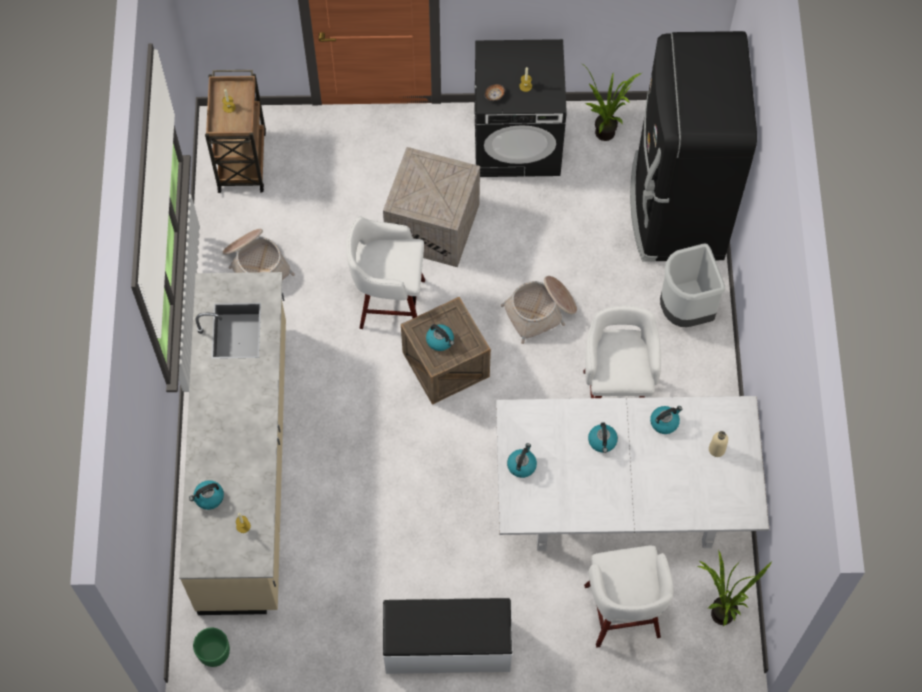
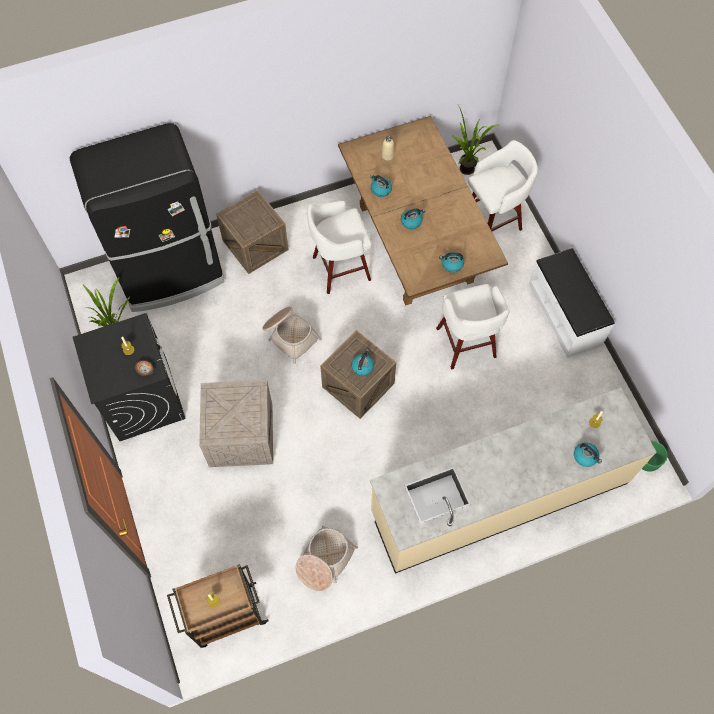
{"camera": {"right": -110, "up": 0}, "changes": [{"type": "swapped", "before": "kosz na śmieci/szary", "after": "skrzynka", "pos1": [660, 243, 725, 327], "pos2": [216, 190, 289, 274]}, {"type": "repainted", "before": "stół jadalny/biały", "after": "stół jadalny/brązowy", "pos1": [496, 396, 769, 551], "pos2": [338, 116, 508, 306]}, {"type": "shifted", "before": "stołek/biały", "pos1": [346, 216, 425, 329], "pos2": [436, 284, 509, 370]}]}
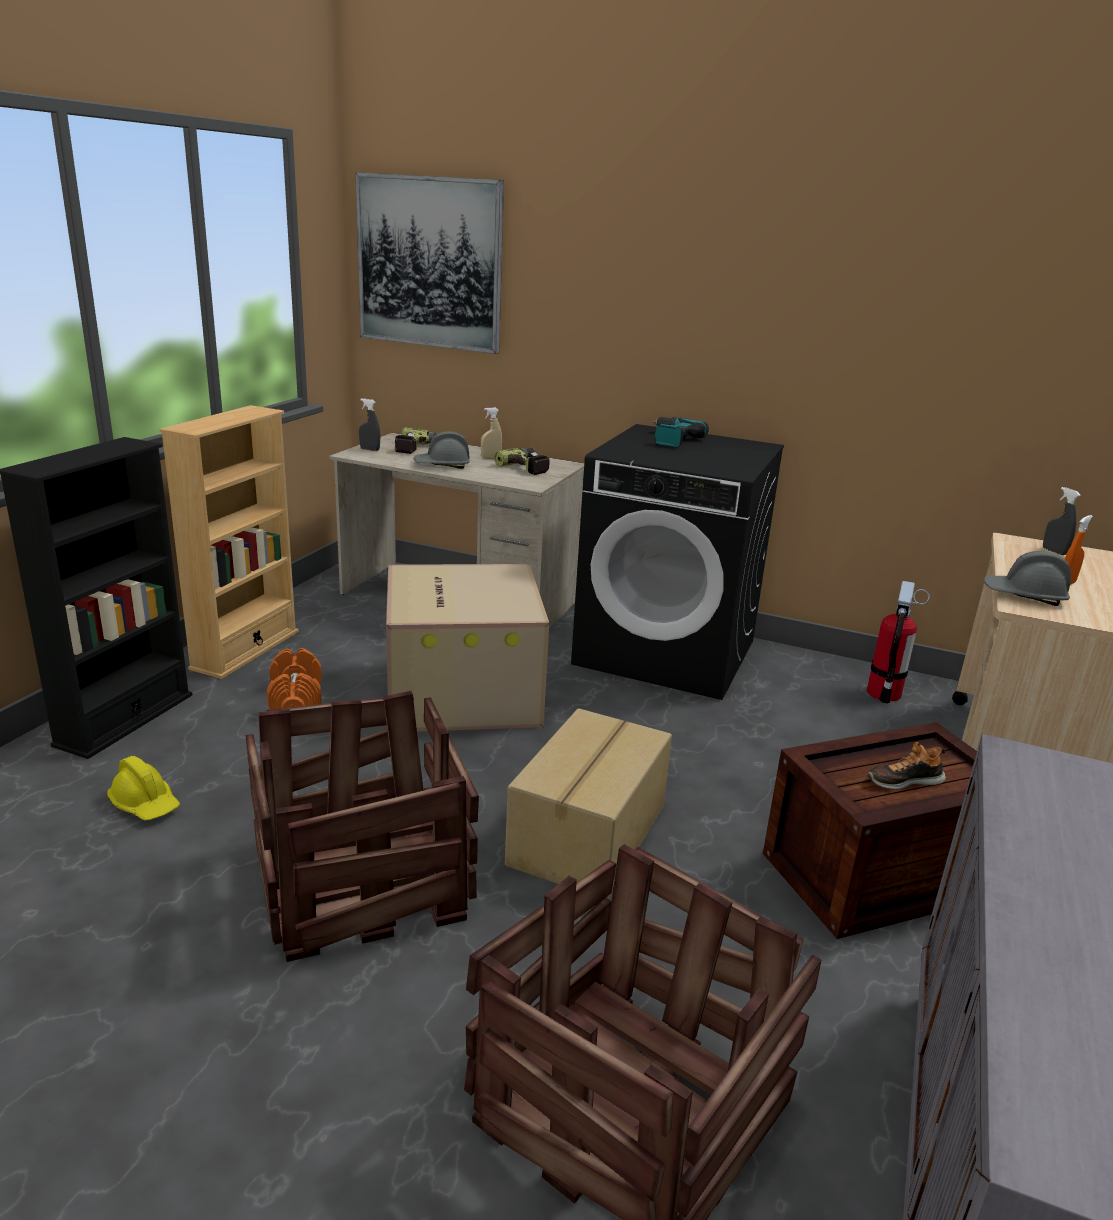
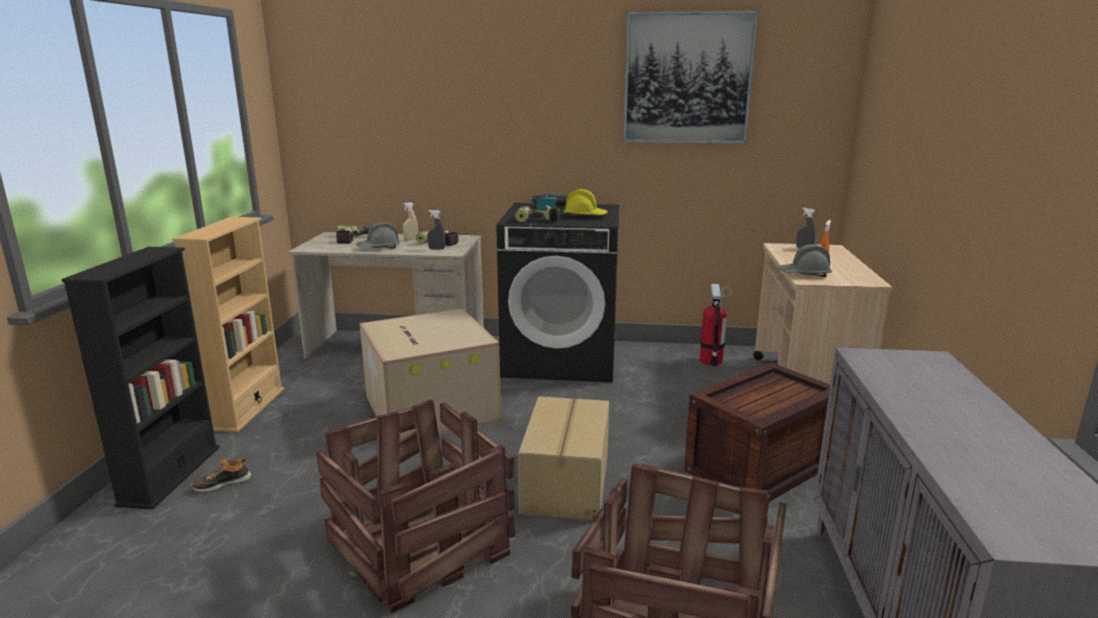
{"camera": {"right": -15, "up": -5}, "changes": [{"type": "shifted", "before": "but", "pos1": [867, 742, 946, 790], "pos2": [191, 458, 251, 492]}, {"type": "shifted", "before": "spryskiwacz/szary", "pos1": [359, 398, 380, 451], "pos2": [427, 210, 445, 249]}, {"type": "new", "after": "wiertarka", "pos2": [515, 205, 560, 222]}, {"type": "shifted", "before": "kask/żółty", "pos1": [107, 756, 180, 820], "pos2": [564, 189, 608, 217]}, {"type": "shifted", "before": "obraz", "pos1": [355, 172, 504, 354], "pos2": [623, 10, 759, 144]}, {"type": "gone", "before": "hantel/pomarańczowy", "pos1": [267, 648, 322, 709]}]}
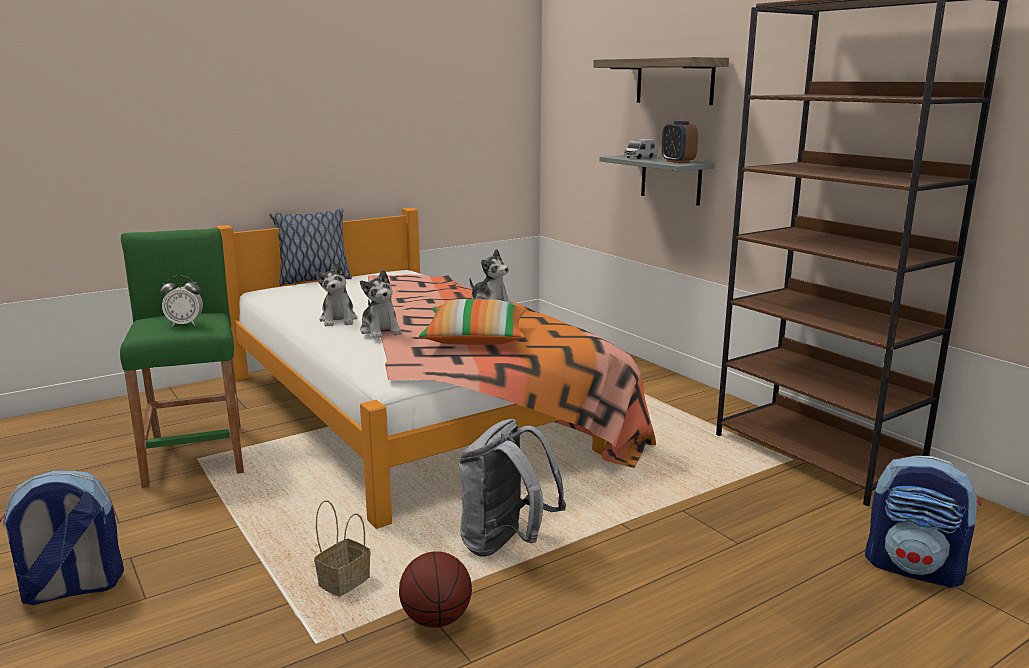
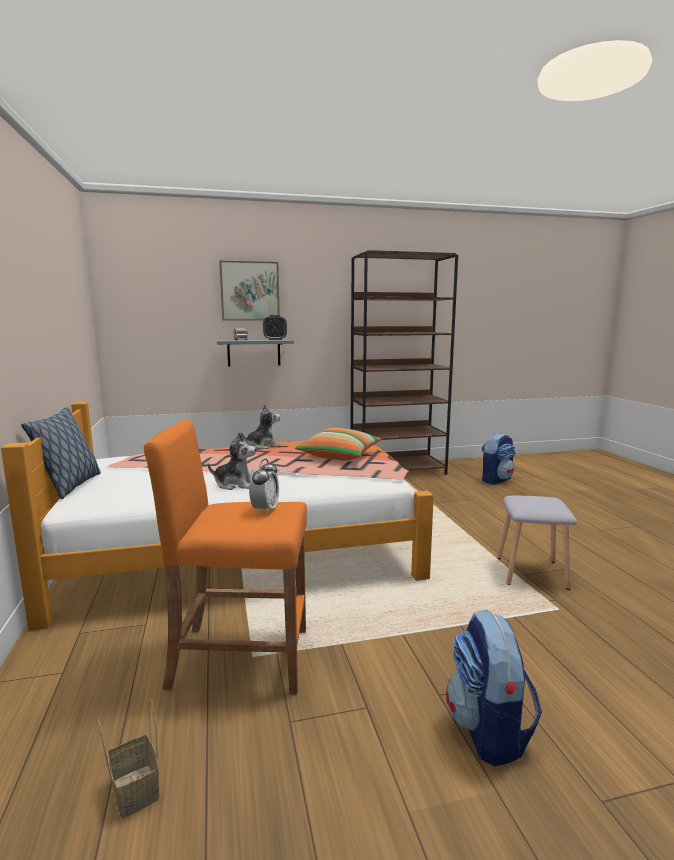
{"camera": {"right": -70, "up": -5}, "changes": [{"type": "shifted", "before": "koszyk", "pos1": [314, 500, 371, 597], "pos2": [98, 699, 160, 818]}, {"type": "repainted", "before": "stołek/zielony", "after": "stołek/pomarańczowy", "pos1": [120, 228, 244, 488], "pos2": [144, 419, 307, 694]}, {"type": "swapped", "before": "półka", "after": "obraz", "pos1": [593, 57, 729, 105], "pos2": [219, 261, 280, 321]}, {"type": "swapped", "before": "piłka do koszykówki", "after": "stołek/szary", "pos1": [399, 551, 472, 628], "pos2": [497, 496, 577, 590]}, {"type": "gone", "before": "pluszak", "pos1": [360, 270, 402, 339]}, {"type": "gone", "before": "plecak/szary", "pos1": [459, 419, 566, 557]}]}
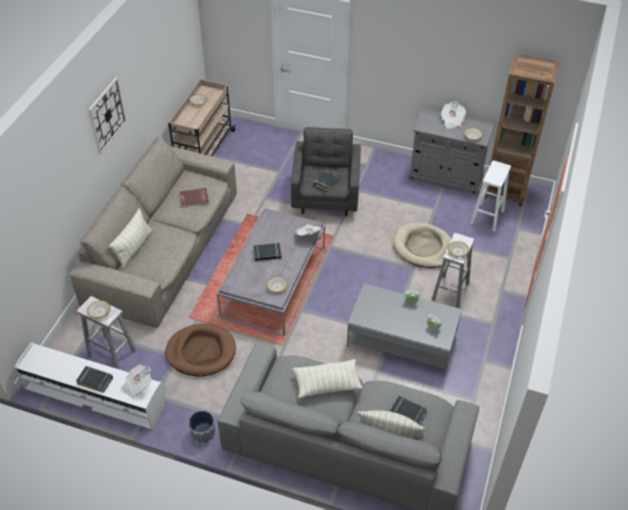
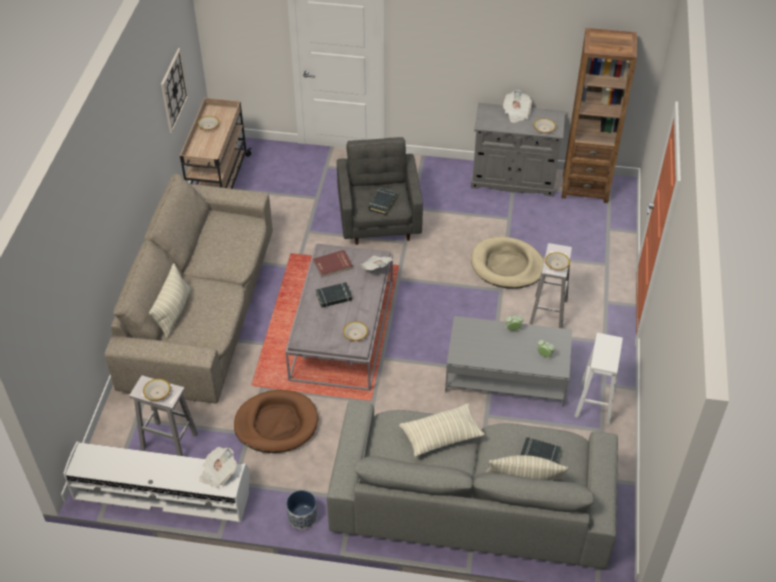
{"camera": {"right": -10, "up": 0}, "changes": [{"type": "shifted", "before": "zegar ścienny", "pos1": [88, 77, 127, 154], "pos2": [161, 48, 189, 133]}, {"type": "shifted", "before": "książka/czerwony", "pos1": [180, 188, 209, 207], "pos2": [313, 250, 353, 278]}, {"type": "shifted", "before": "stołek/biały", "pos1": [470, 160, 511, 232], "pos2": [575, 333, 623, 424]}, {"type": "gone", "before": "książka/czarny", "pos1": [76, 366, 113, 393]}]}
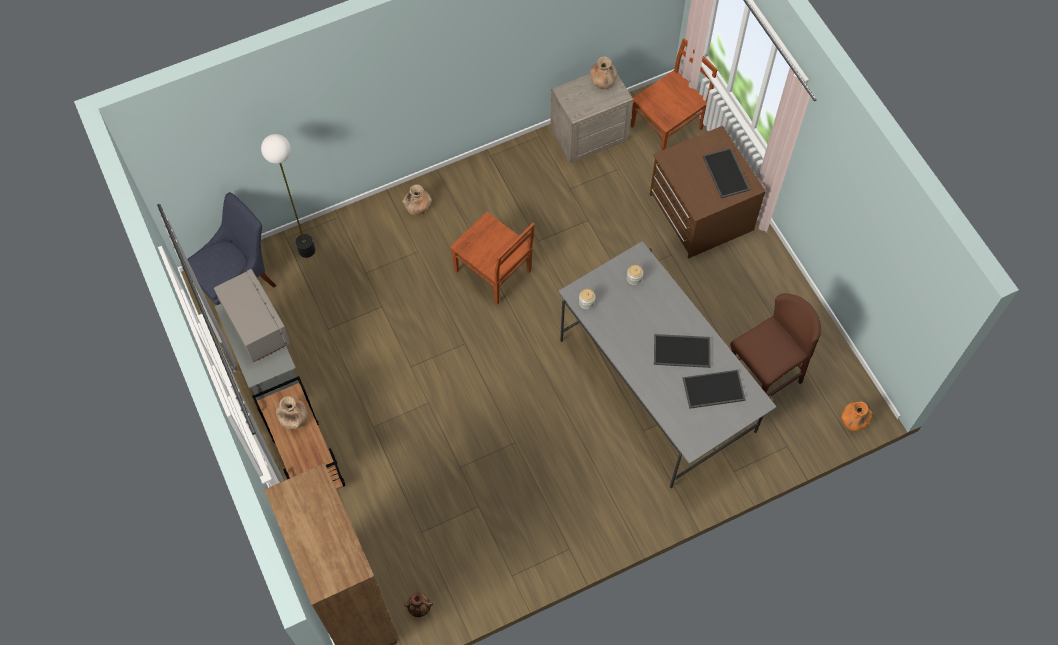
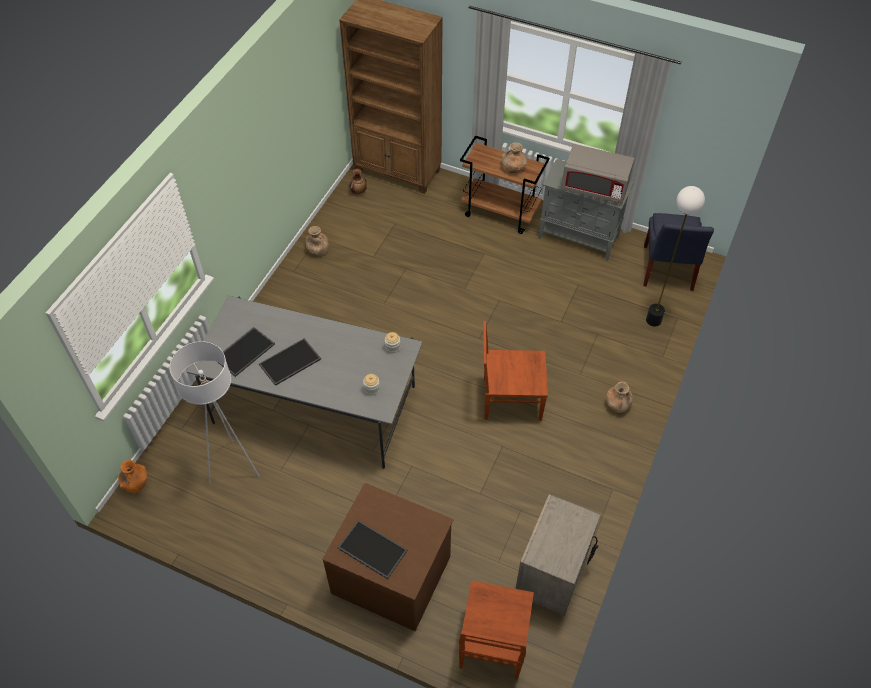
{"camera": {"right": 140, "up": -10}, "changes": [{"type": "swapped", "before": "stołek/brązowy", "after": "lampa stojąca/biały", "pos1": [730, 293, 821, 396], "pos2": [170, 341, 259, 483]}, {"type": "shifted", "before": "wazon/brązowy", "pos1": [590, 57, 617, 89], "pos2": [305, 226, 329, 256]}]}
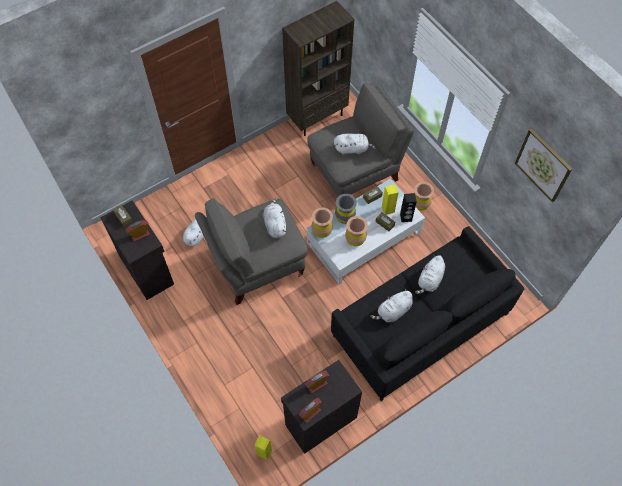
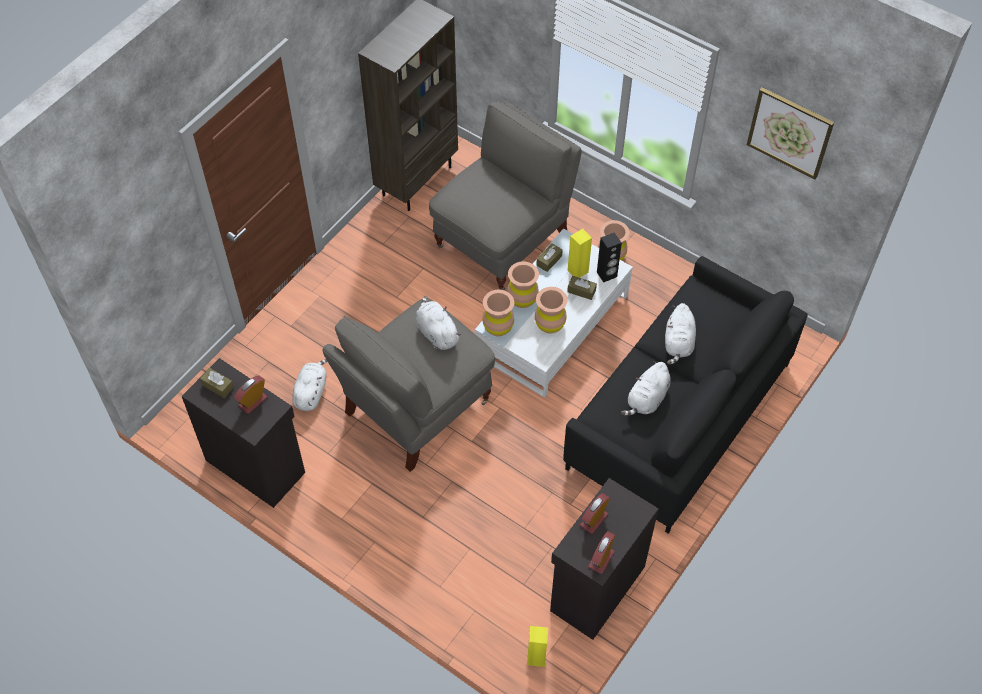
{"camera": {"right": -20, "up": -5}, "changes": [{"type": "repainted", "before": "wazon/szary", "after": "wazon/brązowy", "pos1": [335, 194, 357, 224], "pos2": [507, 262, 539, 308]}, {"type": "gone", "before": "pluszak/biały", "pos1": [334, 133, 376, 155]}]}
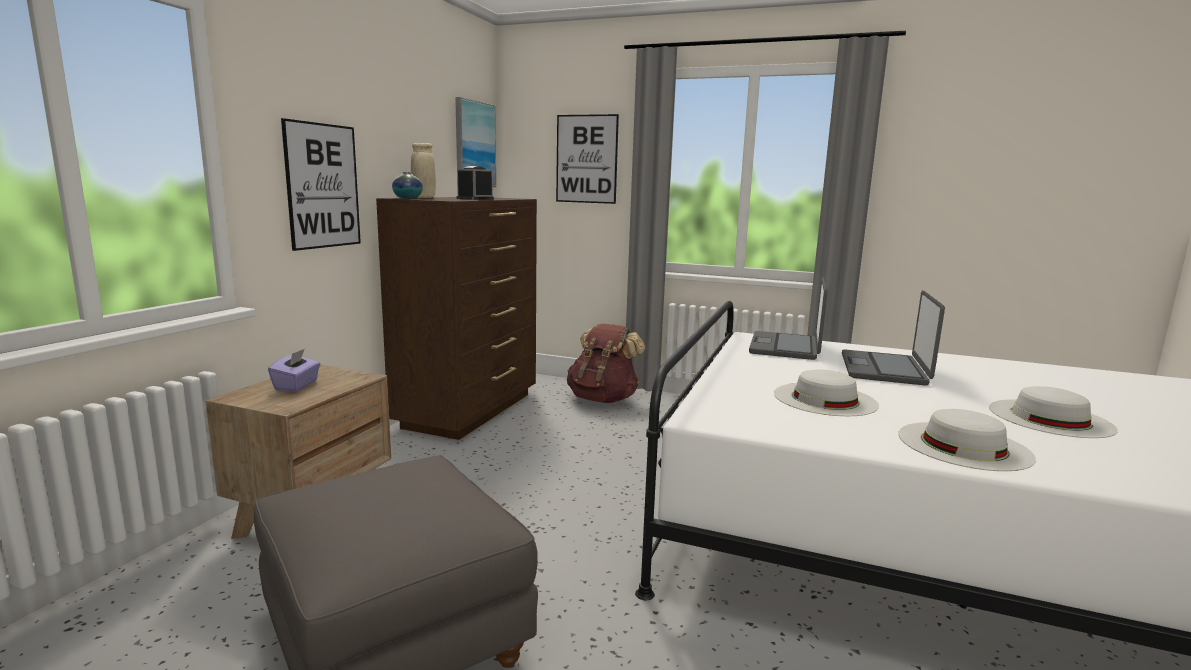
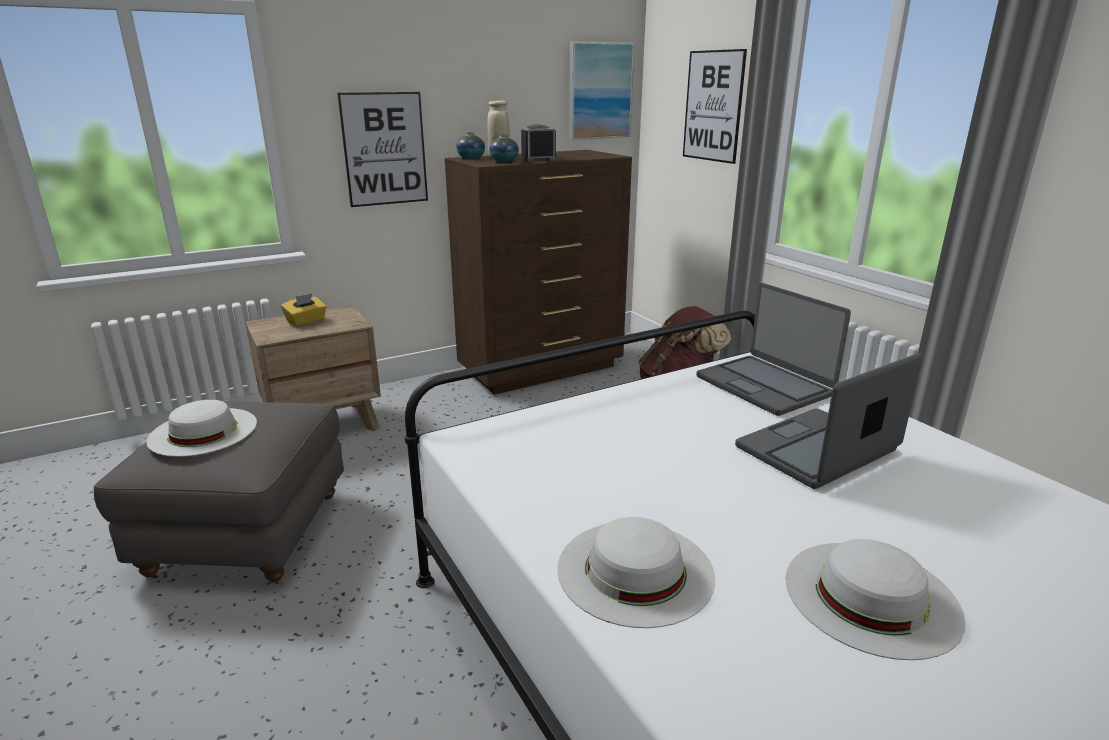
{"camera": {"right": 40, "up": 10}, "changes": [{"type": "shifted", "before": "kapelusz/biały", "pos1": [774, 370, 879, 416], "pos2": [146, 400, 257, 457]}, {"type": "repainted", "before": "pudełko chusteczek/fioletowy", "after": "pudełko chusteczek/żółty", "pos1": [268, 349, 321, 392], "pos2": [281, 294, 327, 327]}, {"type": "new", "after": "wazon", "pos2": [489, 135, 519, 162]}, {"type": "rotated", "before": "laptop", "pos1": [749, 277, 828, 360], "pos2": [697, 283, 851, 416], "turn": -90}]}
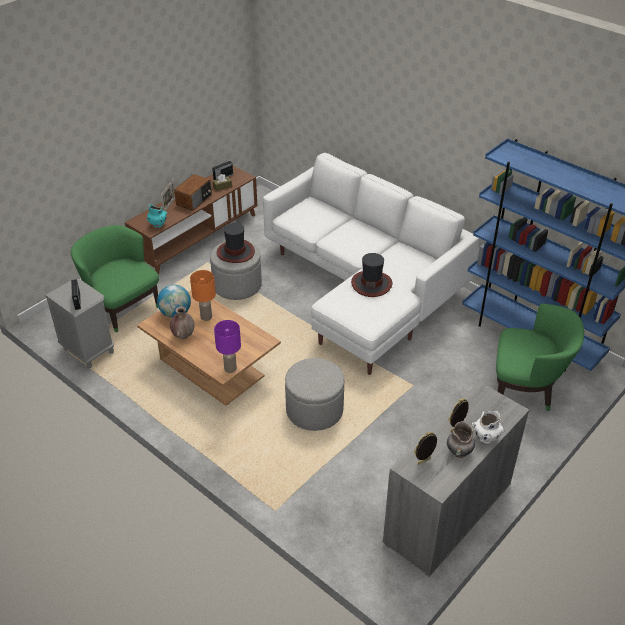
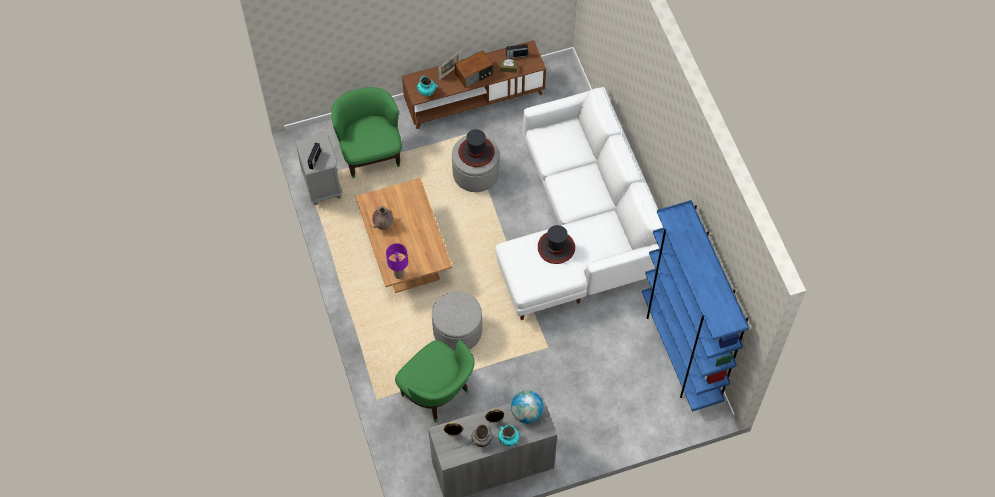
{"camera": {"right": 30, "up": 20}, "changes": [{"type": "shifted", "before": "fotel/zielony", "pos1": [496, 303, 584, 411], "pos2": [395, 340, 474, 422]}, {"type": "repainted", "before": "wazon/biały", "after": "wazon/turkusowy", "pos1": [472, 411, 504, 443], "pos2": [498, 424, 519, 447]}, {"type": "shifted", "before": "globus", "pos1": [157, 285, 191, 318], "pos2": [511, 391, 544, 423]}, {"type": "gone", "before": "lampa stołowa/pomarańczowy", "pos1": [190, 270, 216, 321]}]}
